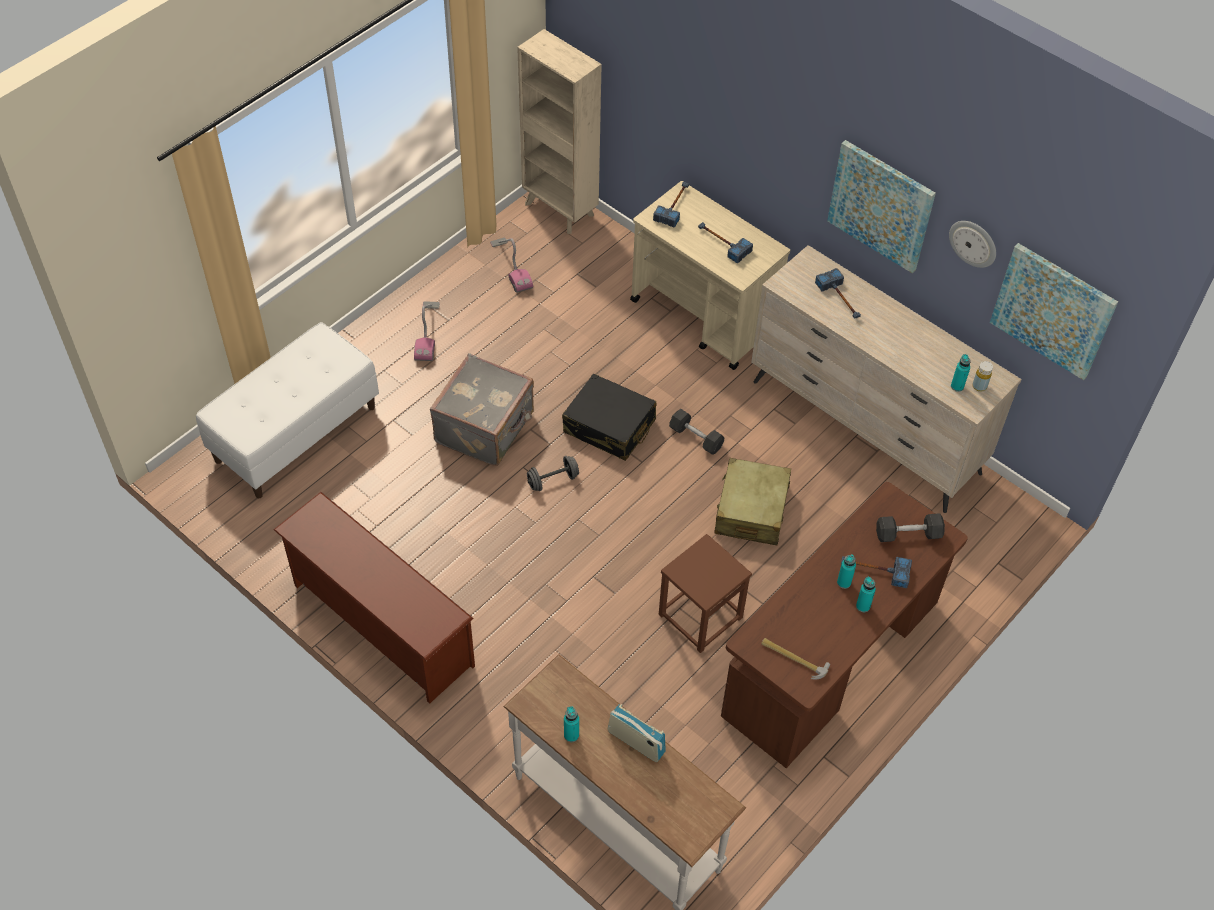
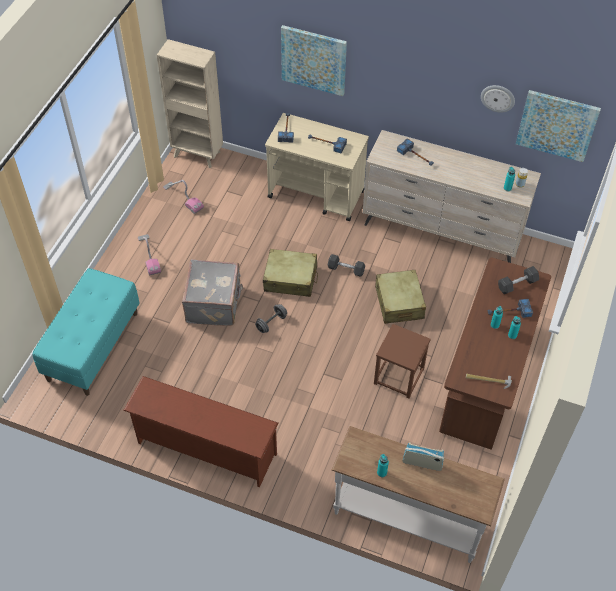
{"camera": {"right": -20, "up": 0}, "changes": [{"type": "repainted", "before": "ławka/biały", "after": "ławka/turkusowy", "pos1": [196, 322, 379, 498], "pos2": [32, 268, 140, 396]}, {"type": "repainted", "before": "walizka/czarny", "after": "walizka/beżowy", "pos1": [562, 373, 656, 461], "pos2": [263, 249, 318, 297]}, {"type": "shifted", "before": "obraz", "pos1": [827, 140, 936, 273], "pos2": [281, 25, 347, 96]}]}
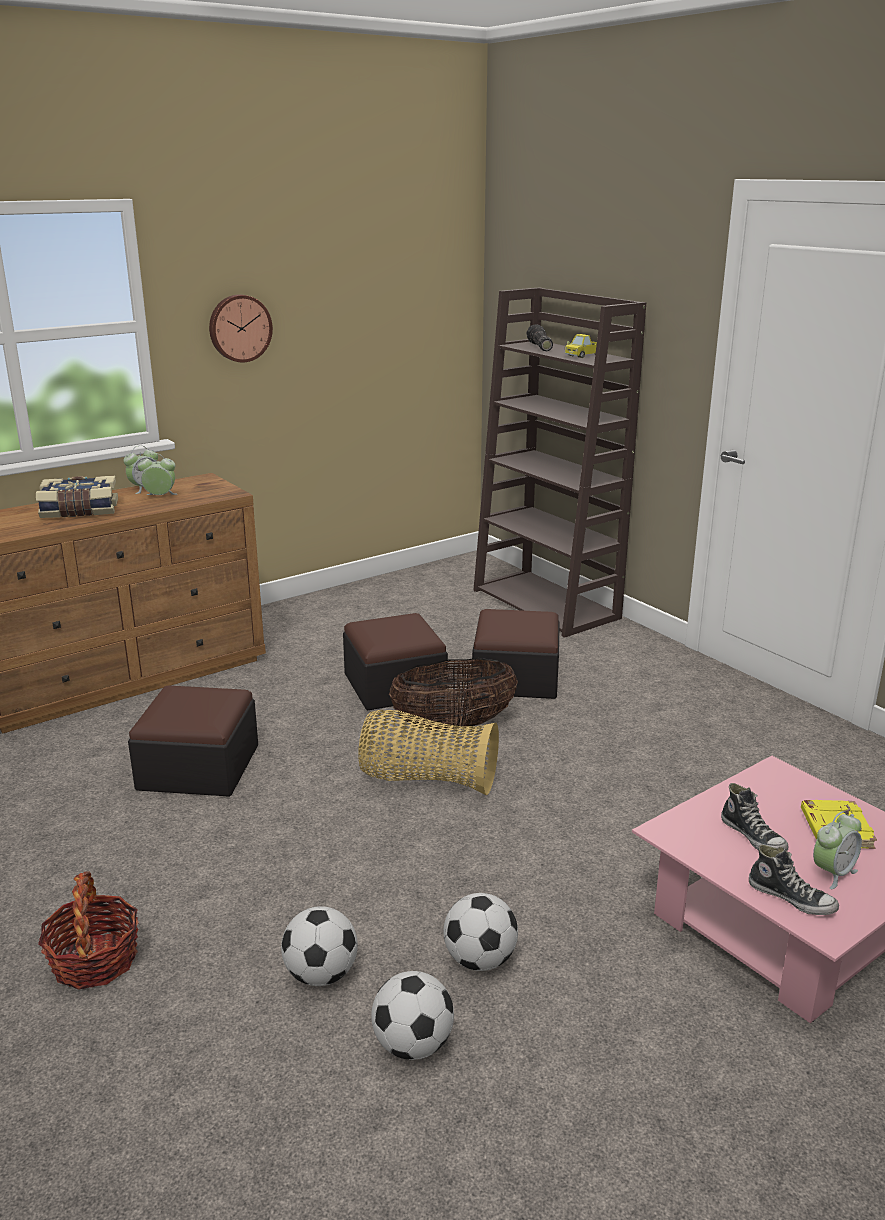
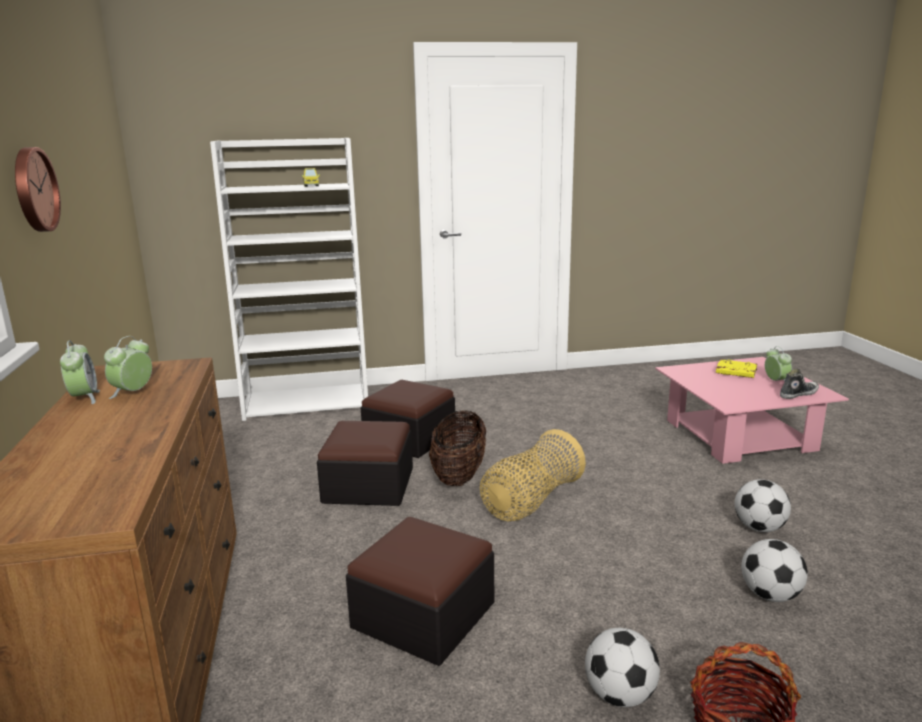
{"camera": {"right": -65, "up": -5}, "changes": [{"type": "repainted", "before": "regał/brązowy", "after": "regał/biały", "pos1": [473, 288, 646, 638], "pos2": [210, 138, 368, 421]}, {"type": "shifted", "before": "piłka futbolowa", "pos1": [371, 971, 454, 1060], "pos2": [585, 628, 660, 707]}, {"type": "gone", "before": "książka", "pos1": [36, 476, 118, 518]}, {"type": "gone", "before": "latarka", "pos1": [527, 324, 553, 351]}, {"type": "gone", "before": "but", "pos1": [721, 783, 789, 851]}]}
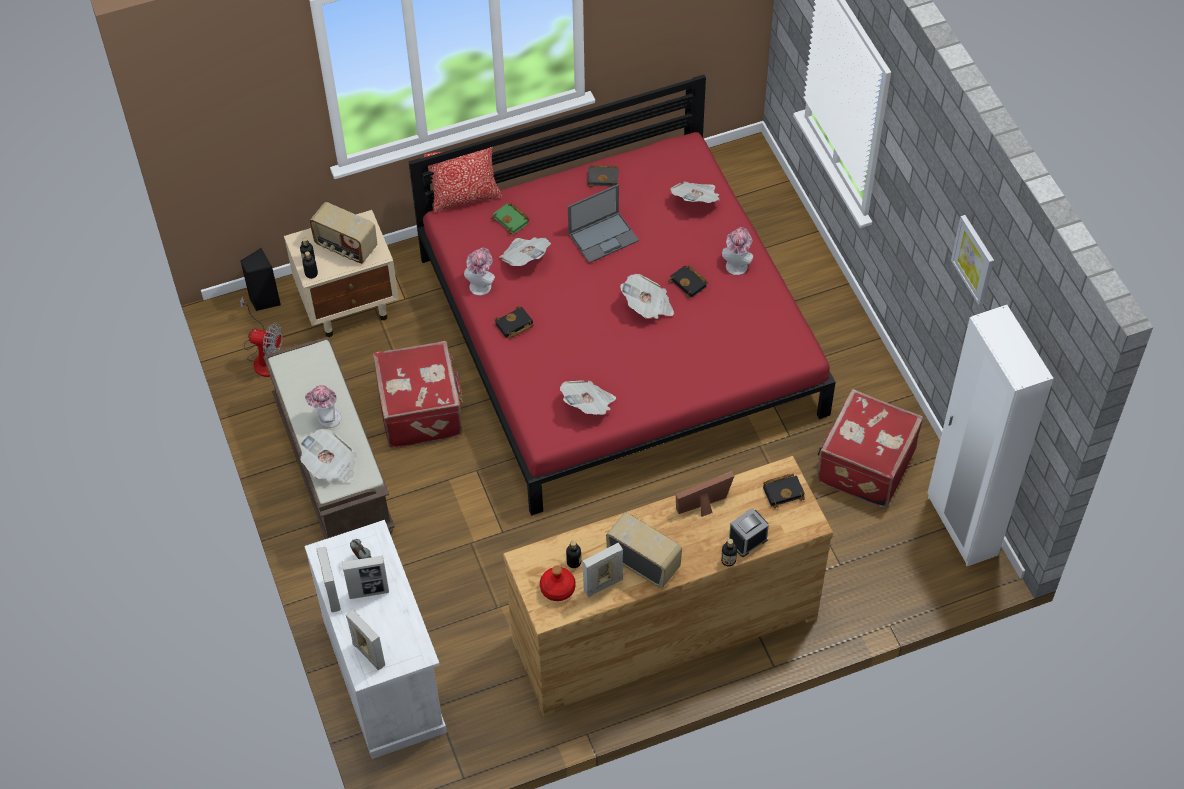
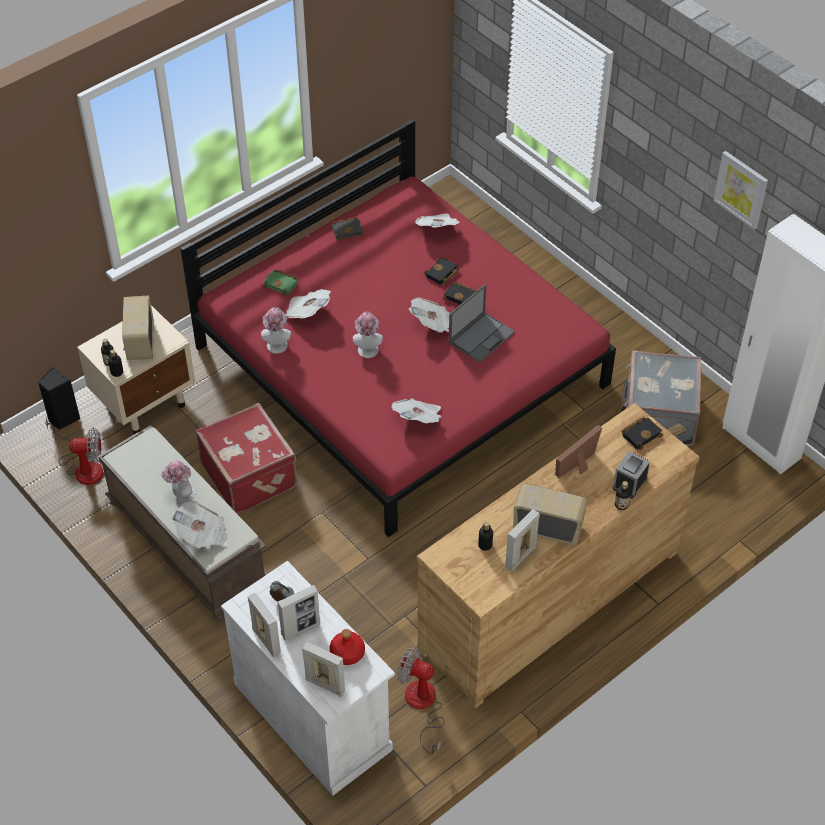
{"camera": {"right": -20, "up": -5}, "changes": [{"type": "rotated", "before": "radio", "pos1": [309, 202, 377, 264], "pos2": [122, 296, 154, 360], "turn": 75}, {"type": "shifted", "before": "butelka/czerwony", "pos1": [540, 566, 576, 601], "pos2": [330, 629, 365, 665]}, {"type": "shifted", "before": "kapelusz", "pos1": [722, 227, 753, 275], "pos2": [353, 311, 383, 358]}, {"type": "new", "after": "wentylator", "pos2": [397, 646, 444, 754]}, {"type": "shifted", "before": "książka/czarny", "pos1": [494, 306, 534, 339], "pos2": [424, 257, 460, 285]}, {"type": "shifted", "before": "laptop", "pos1": [568, 184, 639, 263], "pos2": [449, 284, 515, 363]}, {"type": "repainted", "before": "walizka/czerwony", "after": "walizka/szary", "pos1": [817, 389, 923, 508], "pos2": [620, 350, 702, 447]}, {"type": "gone", "before": "poduszka", "pos1": [424, 147, 502, 213]}]}
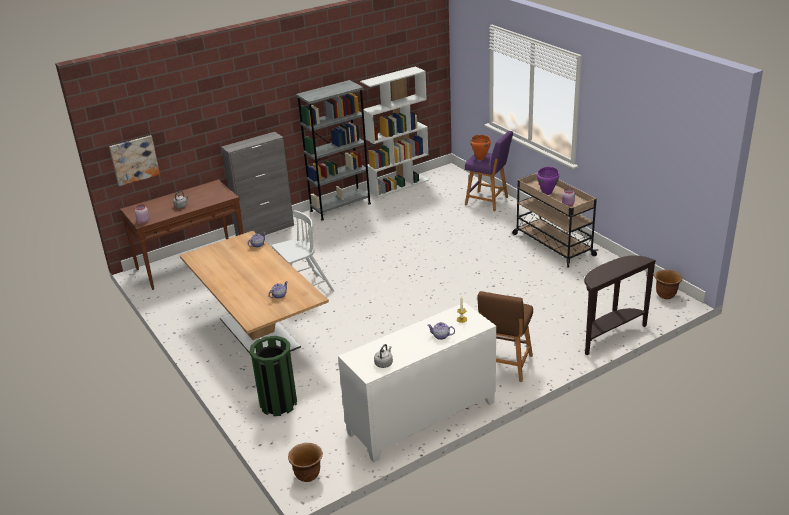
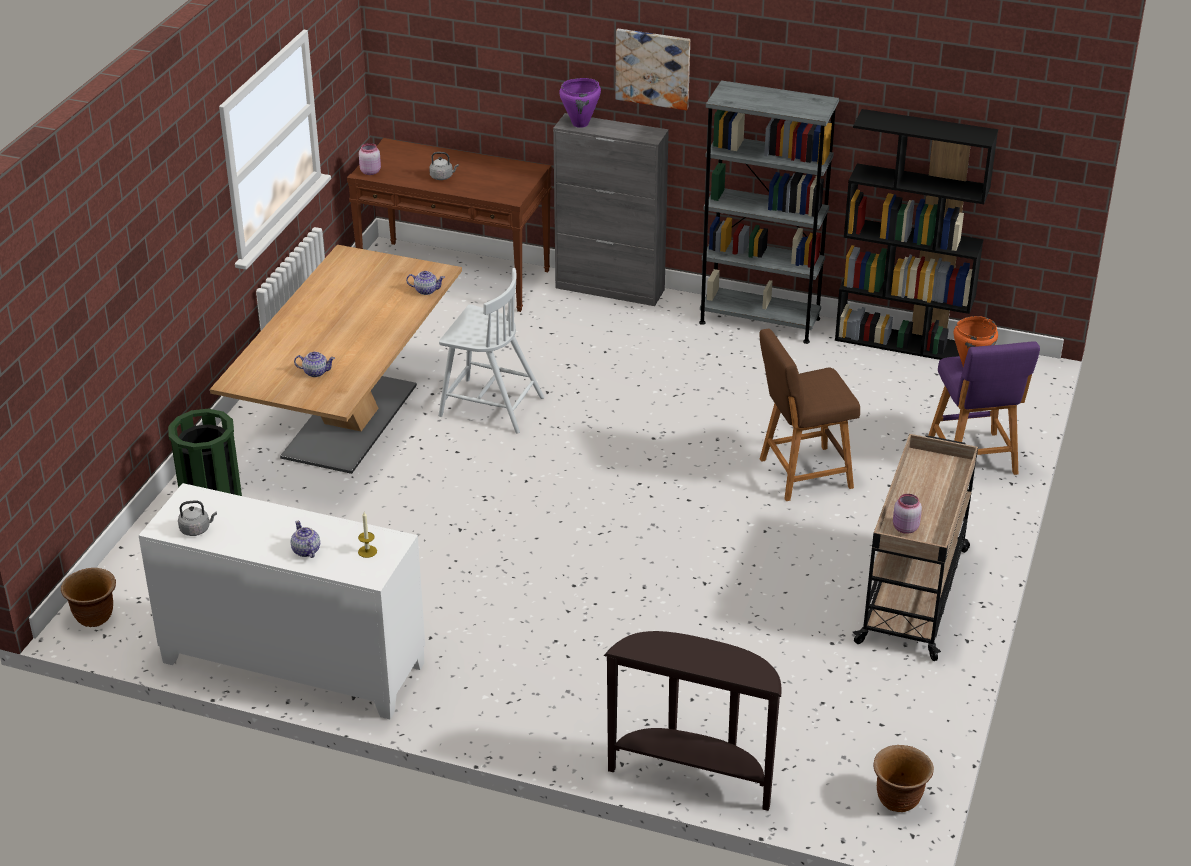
{"camera": {"right": 50, "up": 5}, "changes": [{"type": "shifted", "before": "garnek/fioletowy", "pos1": [537, 167, 559, 195], "pos2": [559, 78, 601, 128]}, {"type": "shifted", "before": "obraz", "pos1": [109, 135, 160, 186], "pos2": [616, 29, 690, 110]}, {"type": "shifted", "before": "stołek/brązowy", "pos1": [477, 291, 533, 382], "pos2": [759, 329, 860, 501]}, {"type": "repainted", "before": "regał/biały", "after": "regał/czarny", "pos1": [360, 66, 429, 198], "pos2": [835, 109, 998, 360]}]}
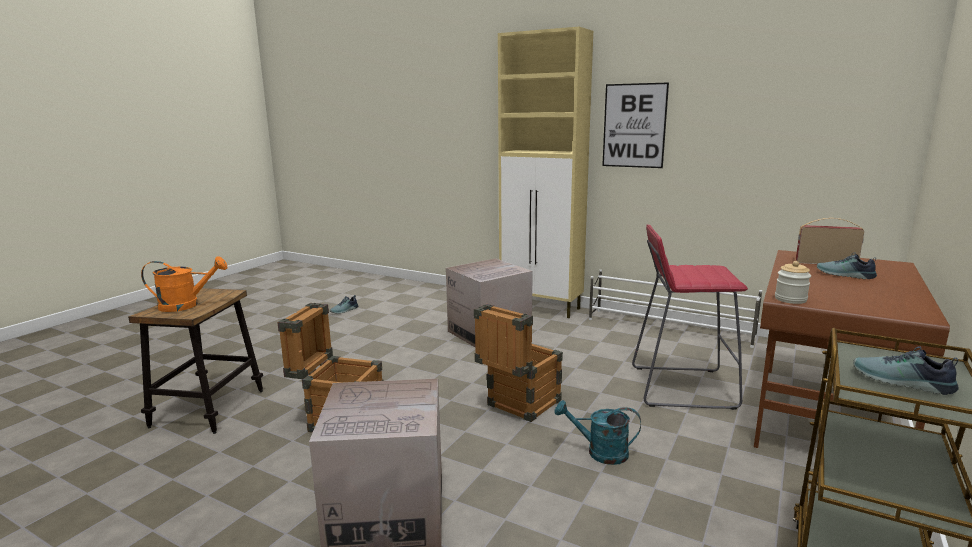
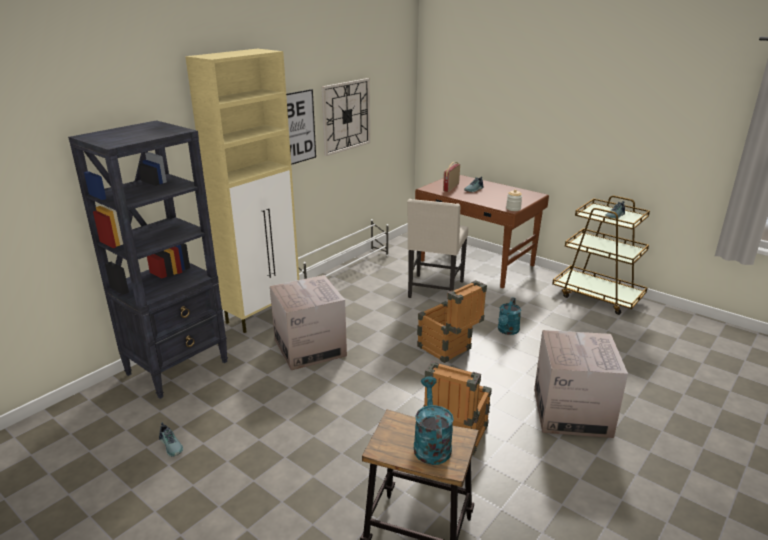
{"camera": {"right": -80, "up": 10}, "changes": [{"type": "new", "after": "regał/czarny", "pos2": [68, 120, 228, 399]}, {"type": "new", "after": "zegar ścienny", "pos2": [321, 78, 370, 156]}, {"type": "swapped", "before": "stołek/czerwony", "after": "krzesło/beżowy", "pos1": [632, 224, 748, 410], "pos2": [407, 199, 468, 298]}, {"type": "repainted", "before": "konewka/pomarańczowy", "after": "konewka/turkusowy", "pos1": [141, 256, 227, 312], "pos2": [414, 377, 454, 465]}]}
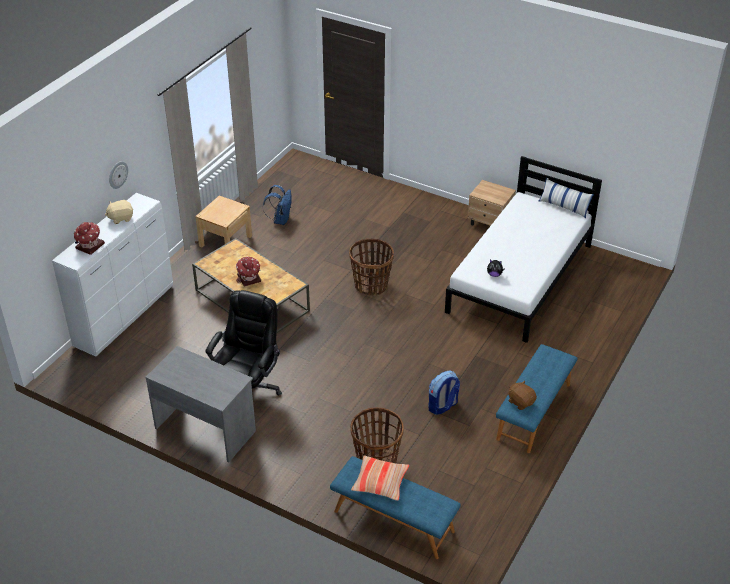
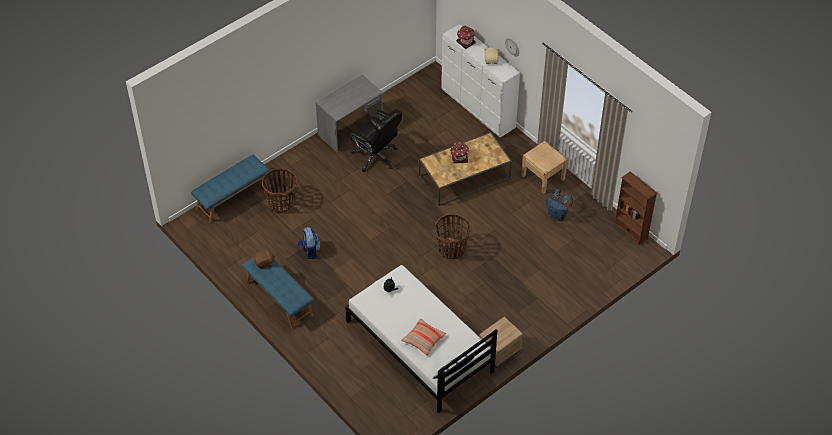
{"camera": {"right": 110, "up": 10}, "changes": [{"type": "shifted", "before": "poduszka", "pos1": [351, 455, 409, 501], "pos2": [401, 318, 446, 355]}, {"type": "new", "after": "regał/brązowy", "pos2": [614, 171, 657, 245]}]}
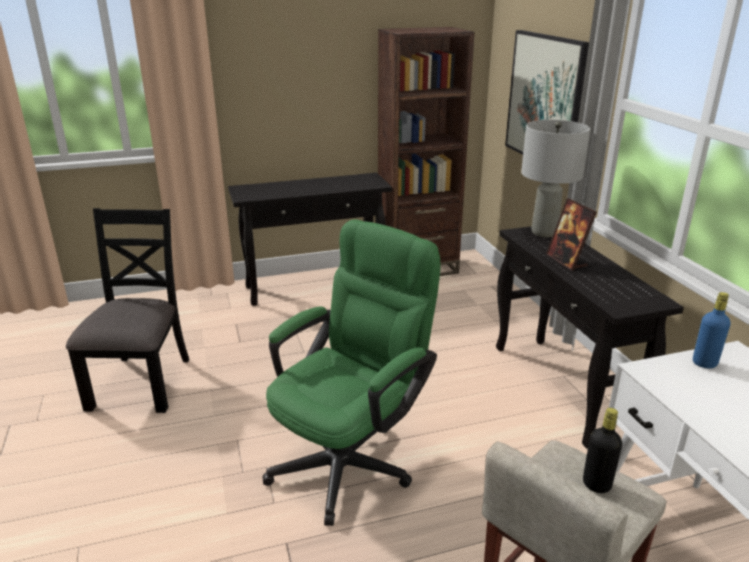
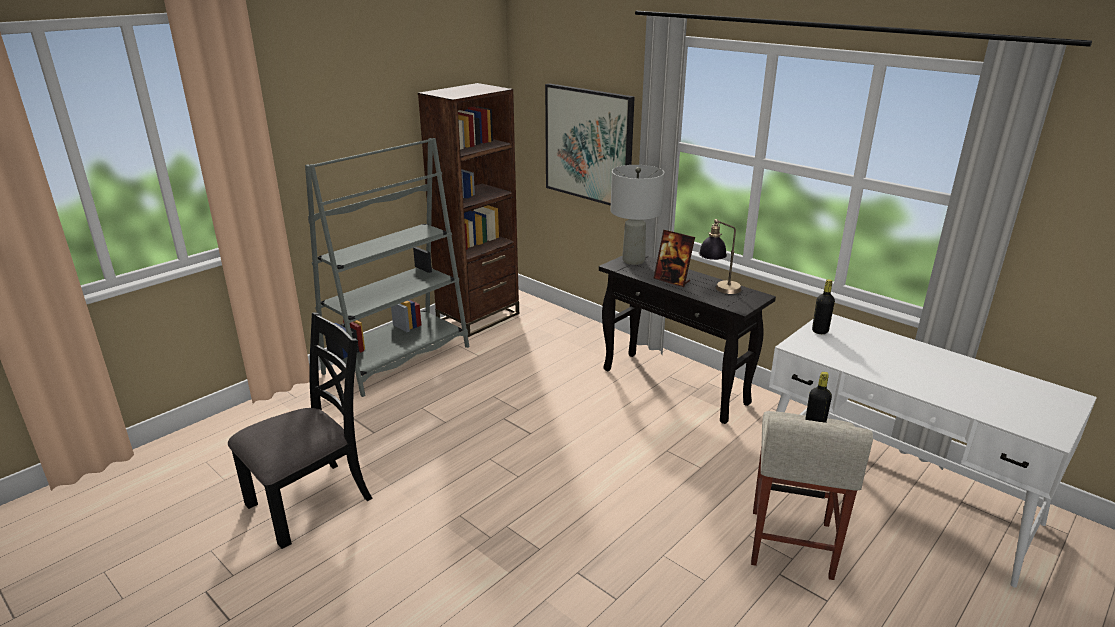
{"camera": {"right": -30, "up": 0}, "changes": [{"type": "rotated", "before": "krzesło/czarny", "pos1": [66, 208, 190, 413], "pos2": [228, 313, 373, 549], "turn": 75}, {"type": "swapped", "before": "stolik konsolowy/czarny", "after": "regał/szary", "pos1": [228, 173, 392, 306], "pos2": [305, 138, 469, 397]}, {"type": "new", "after": "lampa stołowa", "pos2": [699, 219, 742, 294]}, {"type": "repainted", "before": "butelka/niebieski", "after": "butelka/czarny", "pos1": [693, 292, 731, 368], "pos2": [812, 279, 835, 334]}, {"type": "gone", "before": "krzesło biurowe/zielony", "pos1": [263, 219, 441, 526]}]}
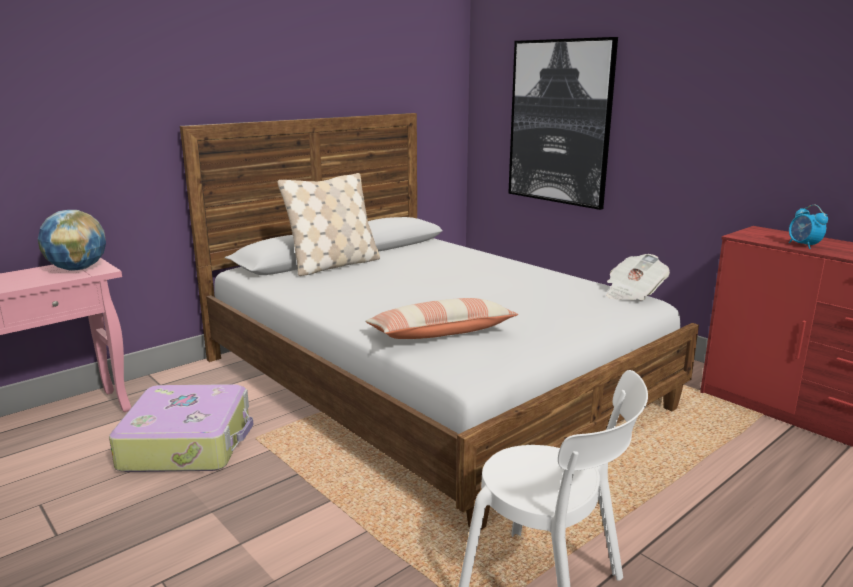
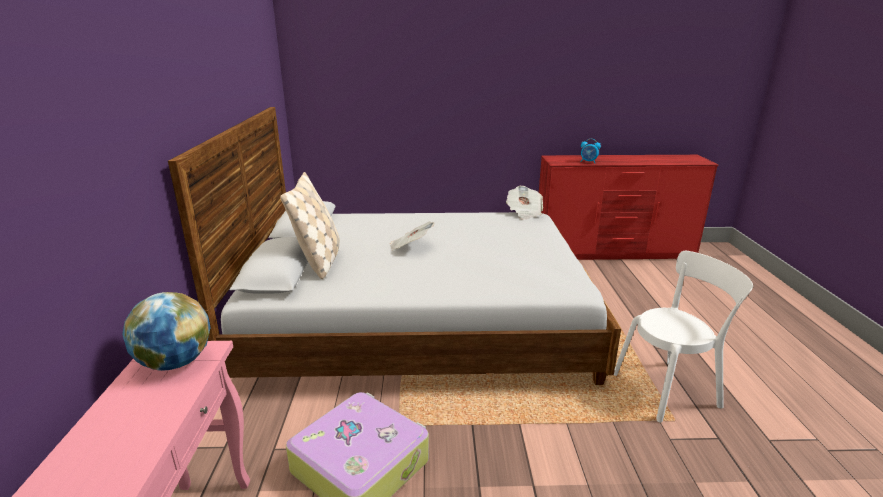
{"camera": {"right": -50, "up": 5}, "changes": [{"type": "new", "after": "gazeta", "pos2": [390, 221, 434, 251]}, {"type": "gone", "before": "poduszka", "pos1": [365, 298, 518, 339]}, {"type": "gone", "before": "obraz", "pos1": [508, 37, 618, 210]}]}
